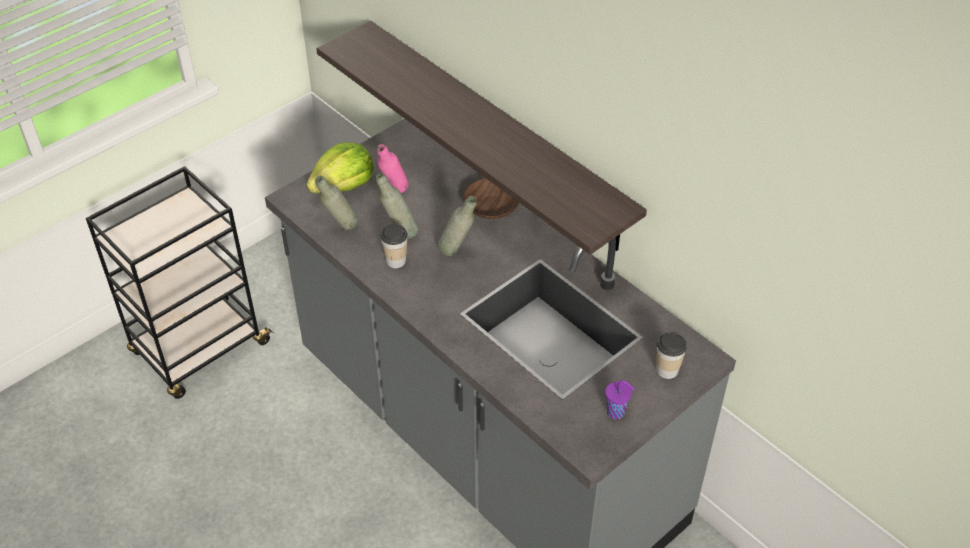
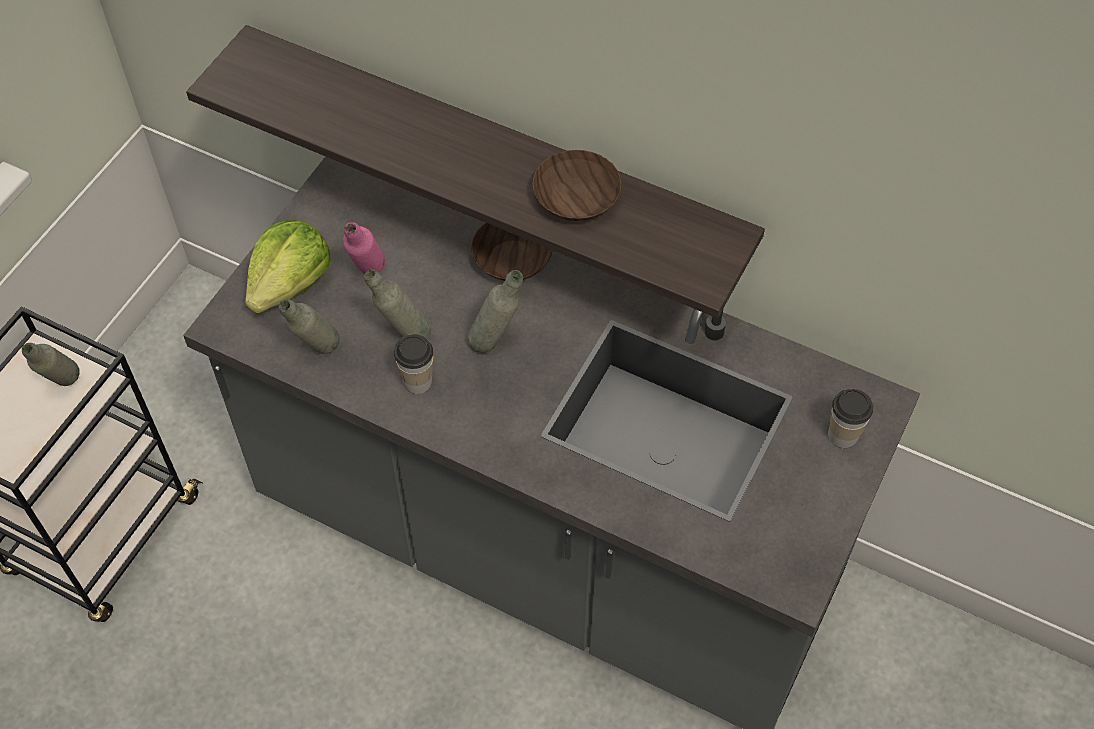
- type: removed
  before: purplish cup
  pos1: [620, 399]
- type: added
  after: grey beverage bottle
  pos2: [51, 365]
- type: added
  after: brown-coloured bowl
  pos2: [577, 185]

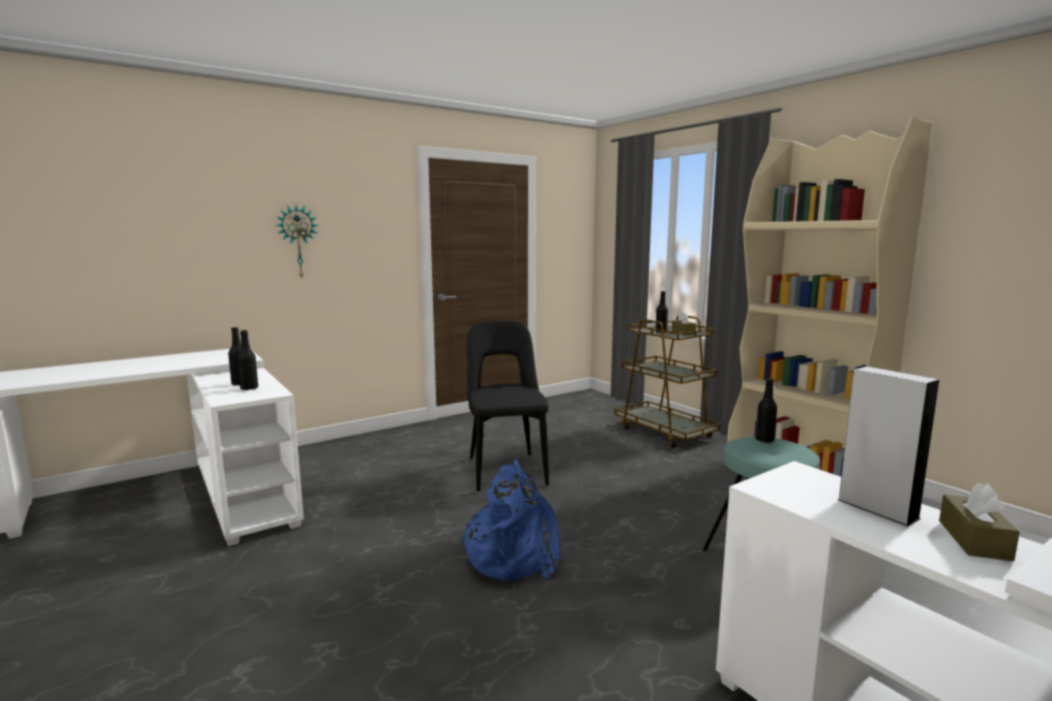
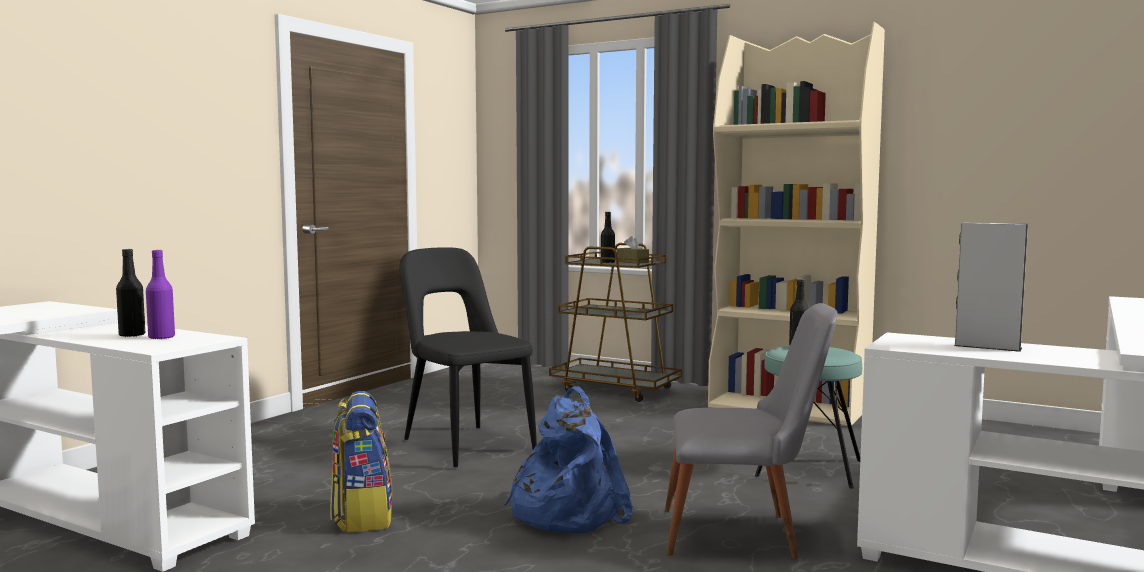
- type: removed
  before: wall clock
  pos1: [298, 241]
- type: removed
  before: brown-coloured tissue box
  pos1: [979, 522]
- type: added
  after: rucksack
  pos2: [361, 462]
- type: added
  after: grey chair
  pos2: [751, 431]
- type: recoloured
  before: black beverage bottle
  after: purplish beverage bottle
  pos1: [247, 360]
  pos2: [160, 294]

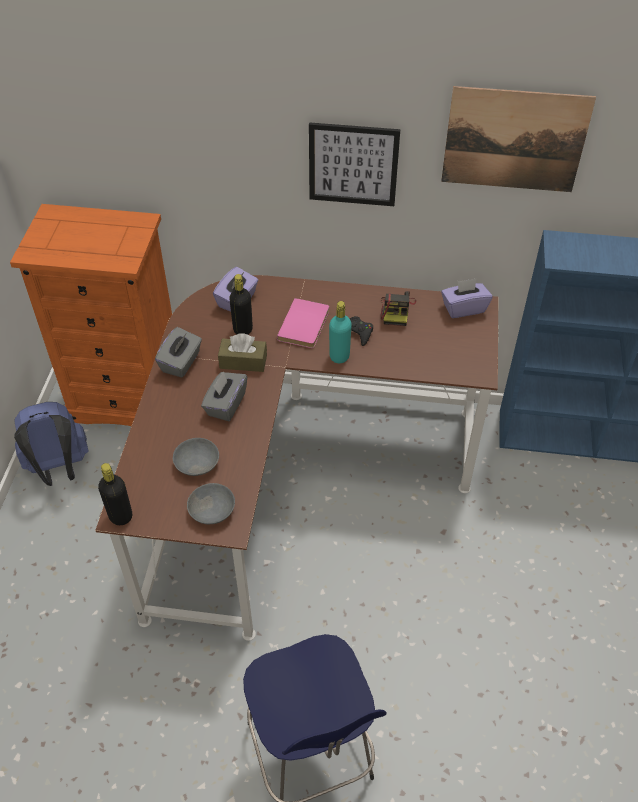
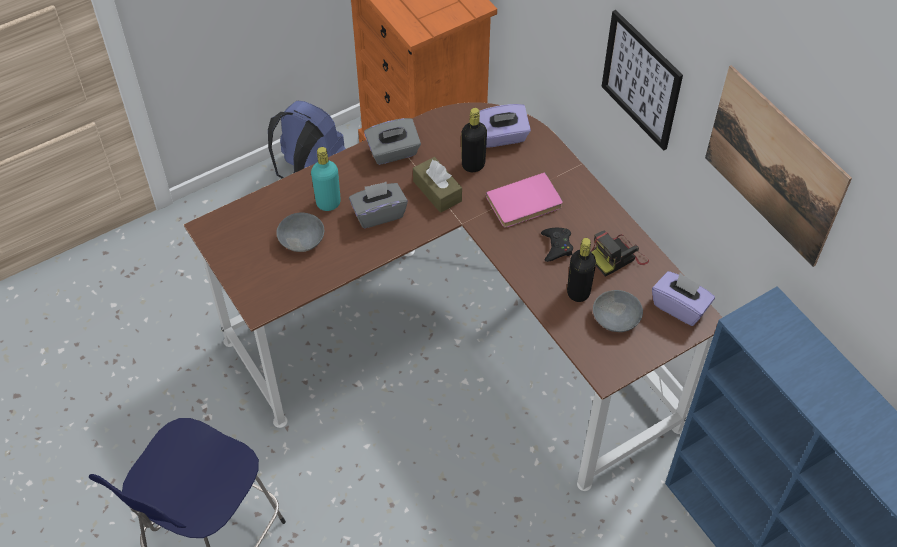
- type: moved
  before: black beverage bottle
  pos1: [115, 494]
  pos2: [581, 270]
- type: moved
  before: grey bowl
  pos1: [211, 503]
  pos2: [618, 311]
- type: moved
  before: turquoise beverage bottle
  pos1: [340, 332]
  pos2: [326, 179]

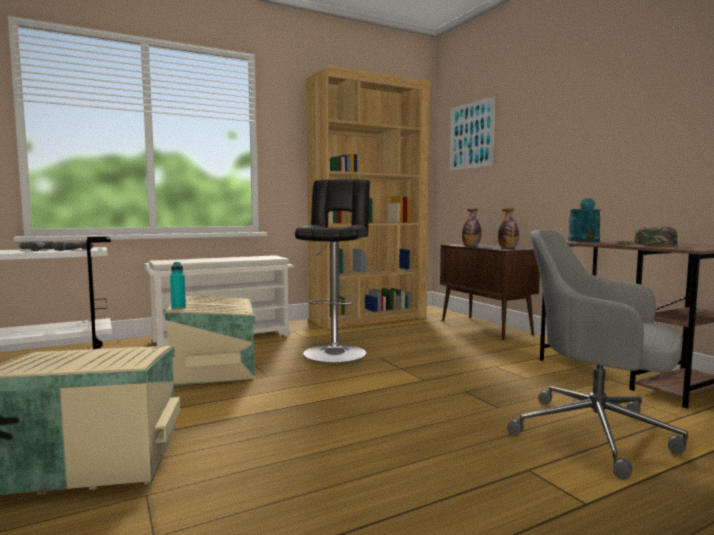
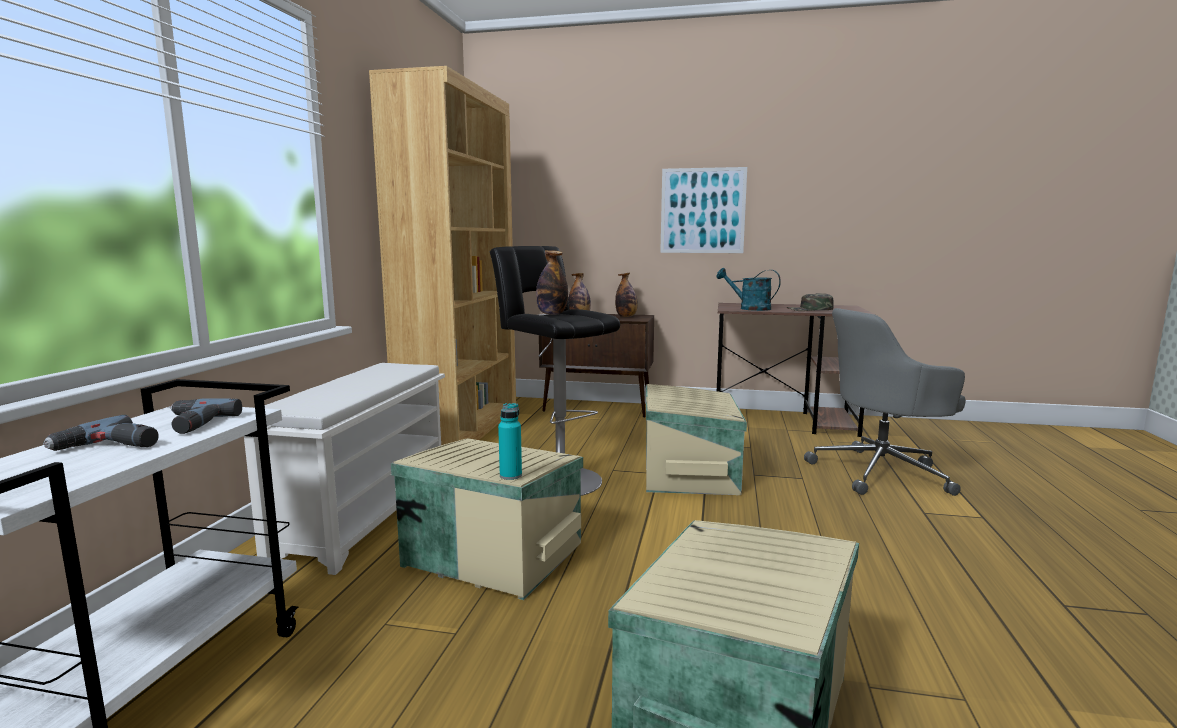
- type: added
  after: beverage bottle
  pos2: [552, 282]
- type: added
  after: beige storage container
  pos2: [696, 439]
- type: moved
  before: wall art
  pos1: [472, 133]
  pos2: [703, 210]
- type: turned
  before: turquoise watering pot
  pos1: [584, 220]
  pos2: [748, 289]
  turn: 150

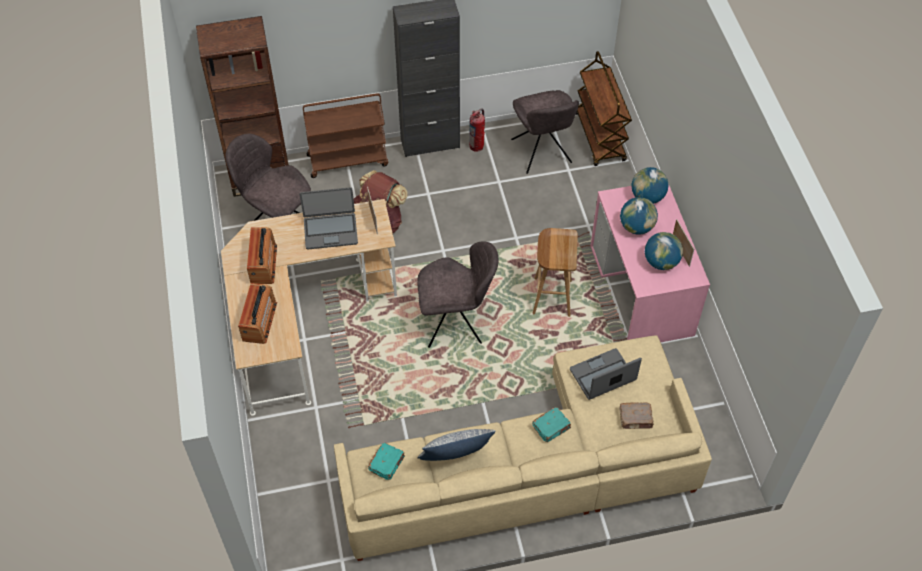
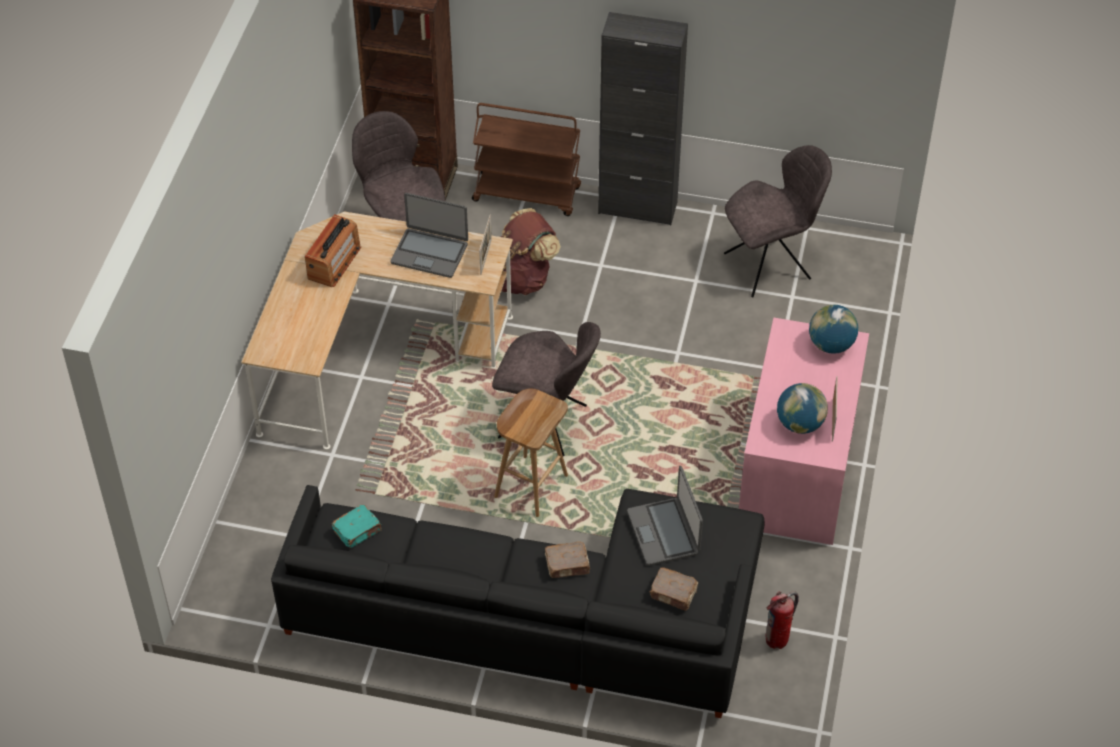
- type: removed
  before: radio
  pos1: [257, 313]
- type: removed
  before: pillow
  pos1: [456, 445]
- type: removed
  before: brown-coloured cart
  pos1: [603, 108]
- type: removed
  before: desk globe
  pos1: [639, 216]
- type: moved
  before: fire-fighting cylinder
  pos1: [477, 130]
  pos2: [782, 620]
- type: moved
  before: brown-coloured stool seat
  pos1: [555, 272]
  pos2: [531, 453]
- type: recoloured
  before: beige settee
  after: black settee
  pos1: [523, 448]
  pos2: [518, 601]
- type: recoloured
  before: turquoise volume
  after: brown-coloured volume
  pos1: [551, 424]
  pos2: [568, 559]
- type: turned
  before: grey chair
  pos1: [545, 132]
  pos2: [778, 221]
  turn: -120
- type: turned
  before: portable computer
  pos1: [606, 374]
  pos2: [665, 516]
  turn: -105

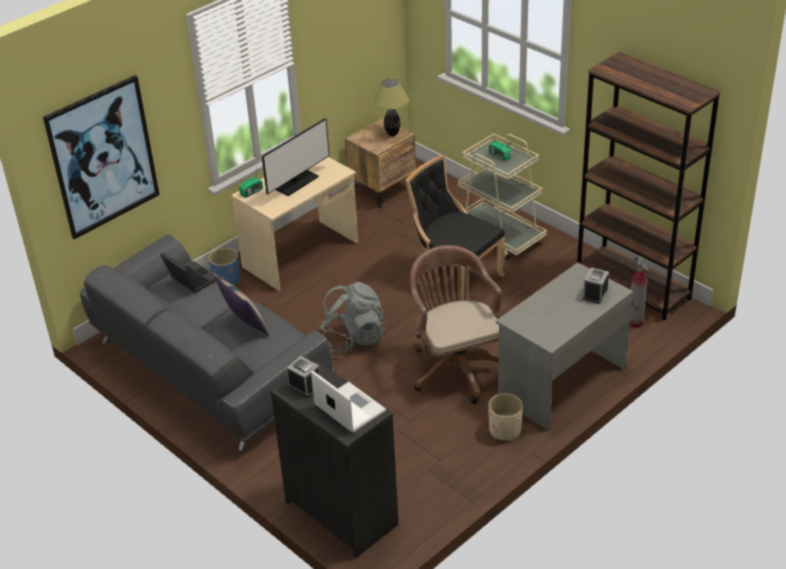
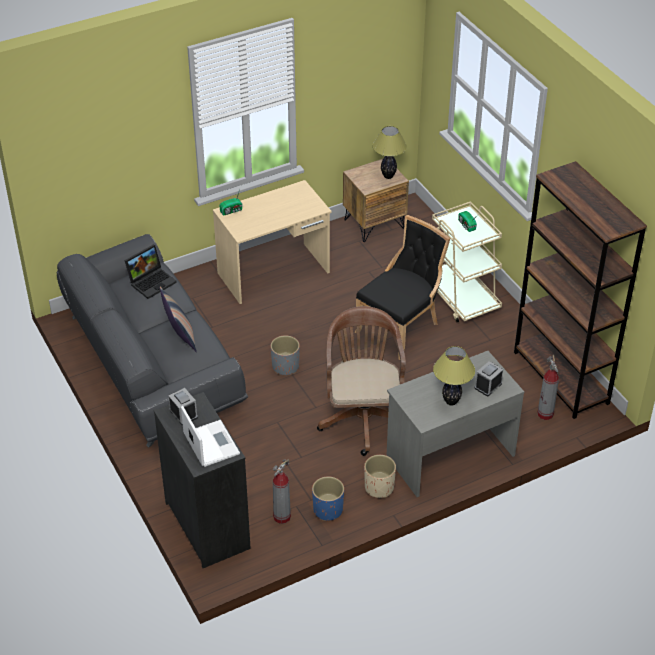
- type: removed
  before: wall art
  pos1: [101, 157]
- type: removed
  before: computer screen
  pos1: [296, 157]
- type: added
  after: fire-fighting cylinder
  pos2: [282, 491]
- type: added
  after: tabletop lamp
  pos2: [454, 376]
- type: moved
  before: blue planter
  pos1: [224, 267]
  pos2: [328, 498]
- type: replaced
  before: grey rucksack
  after: grey planter
  pos1: [352, 317]
  pos2: [285, 355]
- type: turned
  before: portable computer
  pos1: [188, 272]
  pos2: [150, 272]
  turn: 75
- type: turned
  before: black chair
  pos1: [455, 228]
  pos2: [402, 287]
  turn: 75

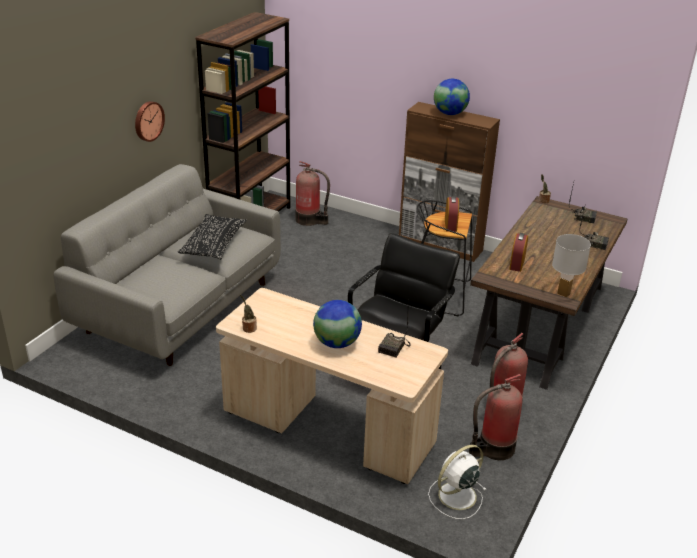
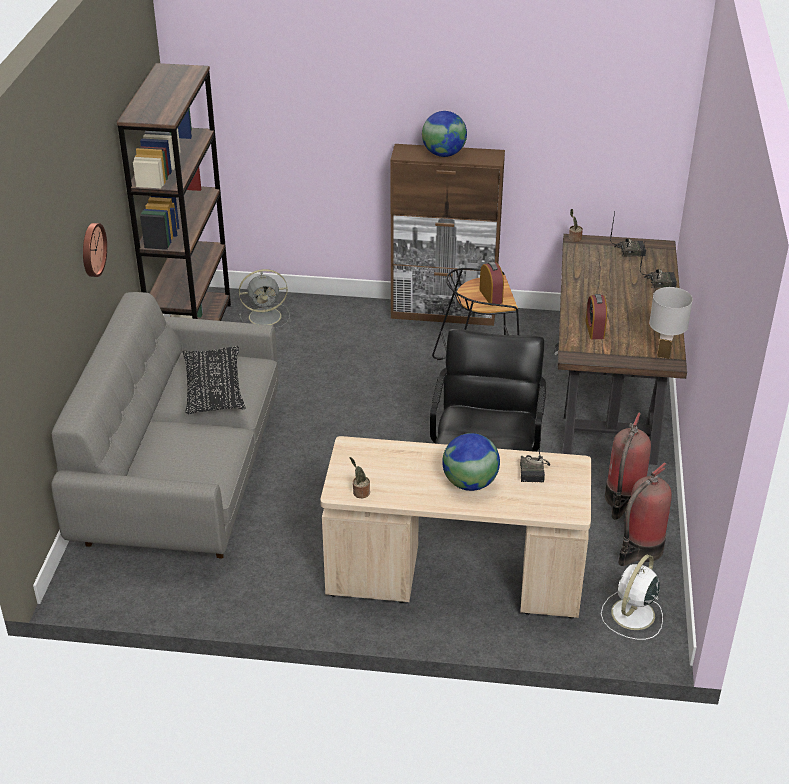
- type: replaced
  before: fire-fighting cylinder
  after: grey electric fan
  pos1: [312, 193]
  pos2: [264, 298]

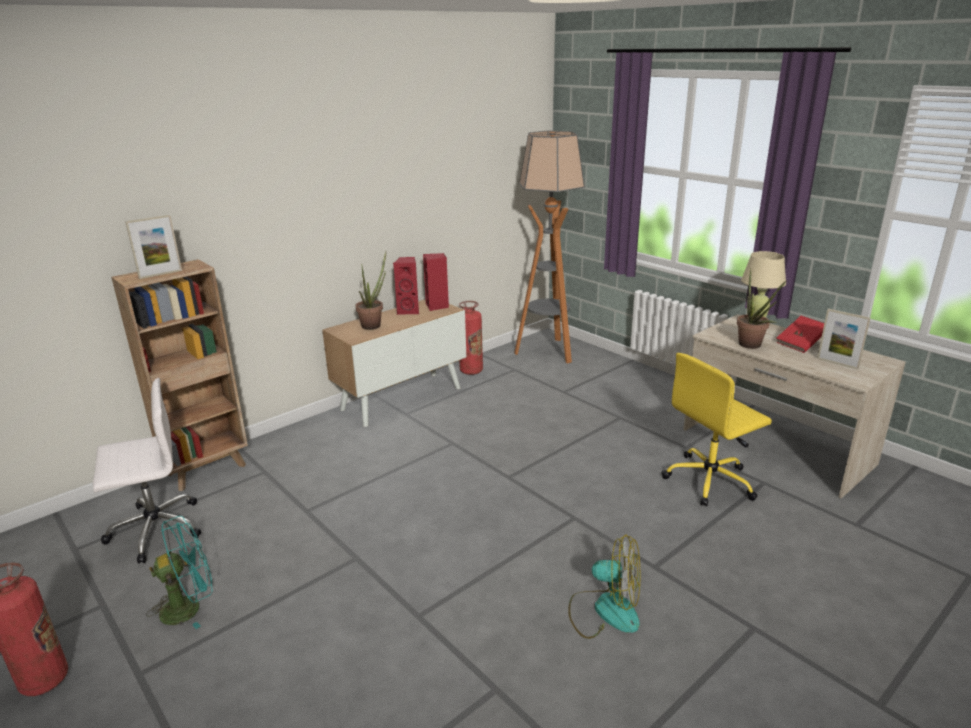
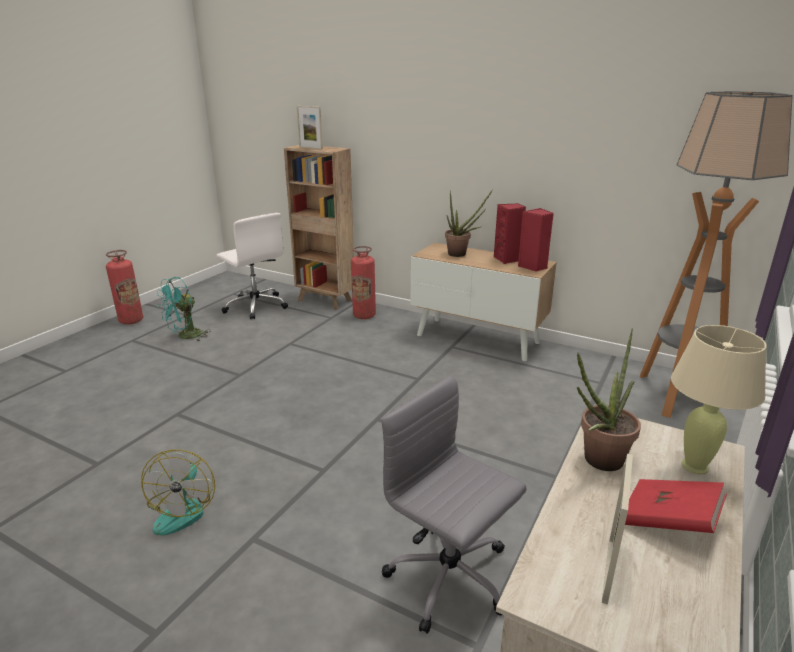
- type: moved
  before: fire-fighting cylinder
  pos1: [471, 338]
  pos2: [363, 282]
- type: recoloured
  before: yellowish computer chair
  after: grey computer chair
  pos1: [716, 430]
  pos2: [453, 505]
- type: turned
  before: turquoise electric fan
  pos1: [179, 572]
  pos2: [184, 309]
  turn: 90

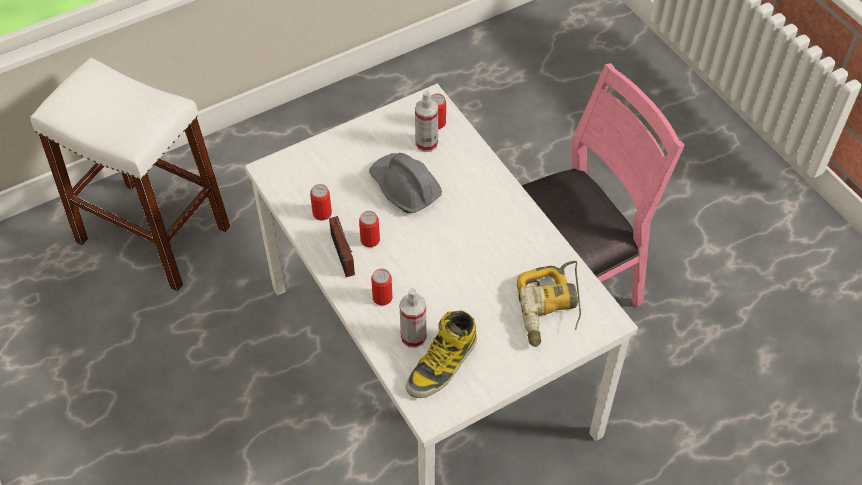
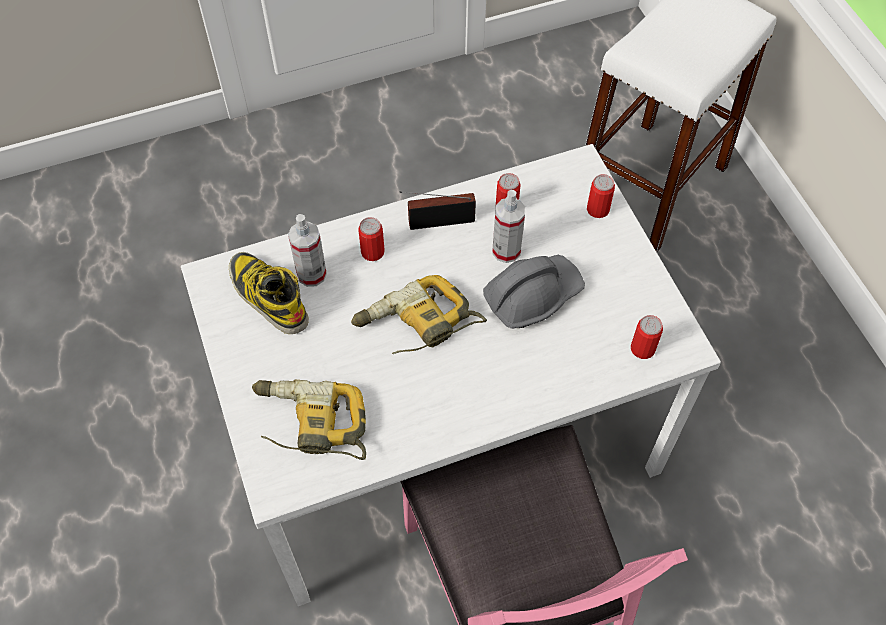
- type: added
  after: drill
  pos2: [419, 314]
- type: moved
  before: sealed can
  pos1: [369, 229]
  pos2: [601, 196]
- type: moved
  before: spray bottle
  pos1: [426, 121]
  pos2: [508, 226]

